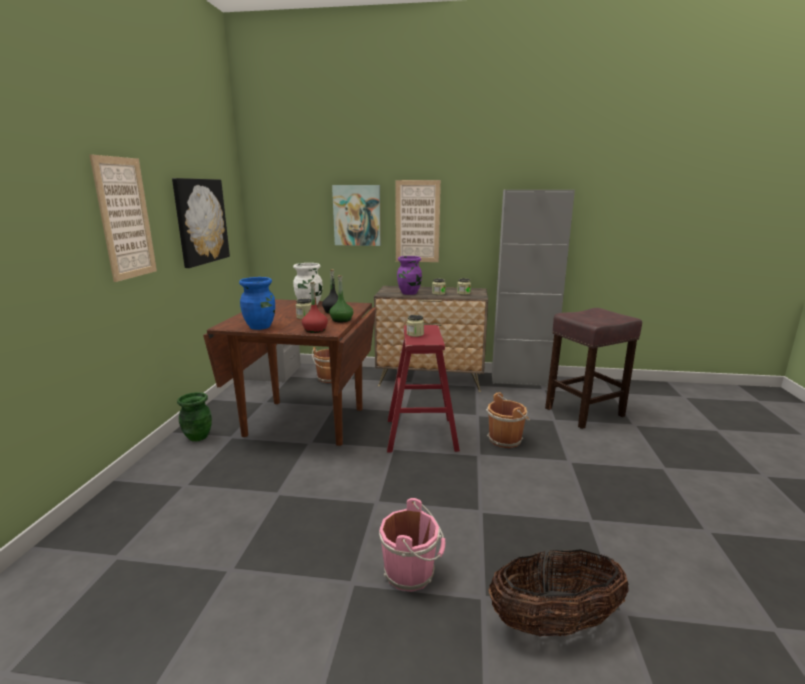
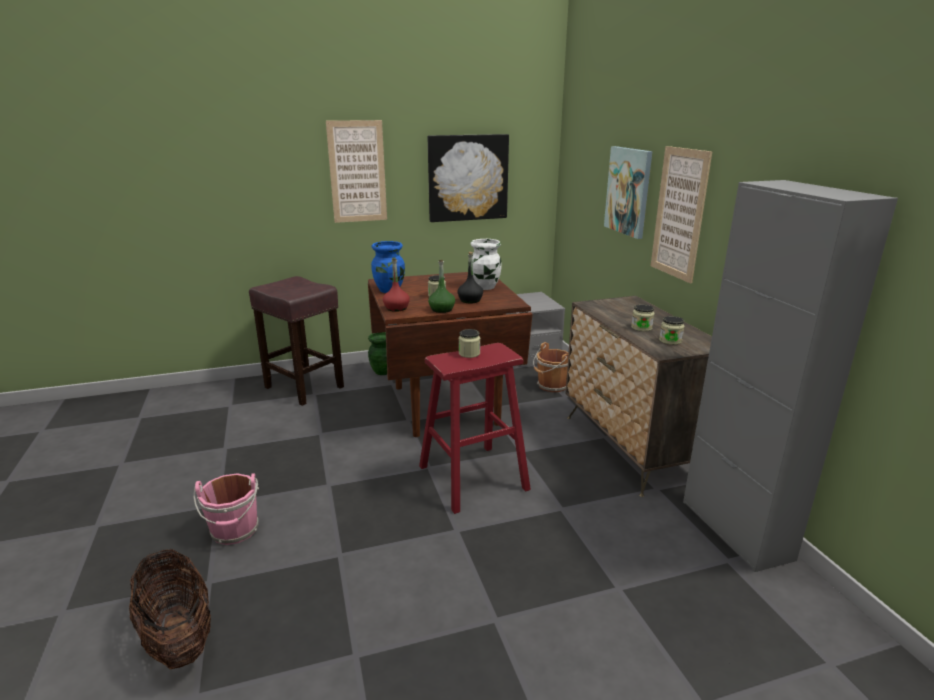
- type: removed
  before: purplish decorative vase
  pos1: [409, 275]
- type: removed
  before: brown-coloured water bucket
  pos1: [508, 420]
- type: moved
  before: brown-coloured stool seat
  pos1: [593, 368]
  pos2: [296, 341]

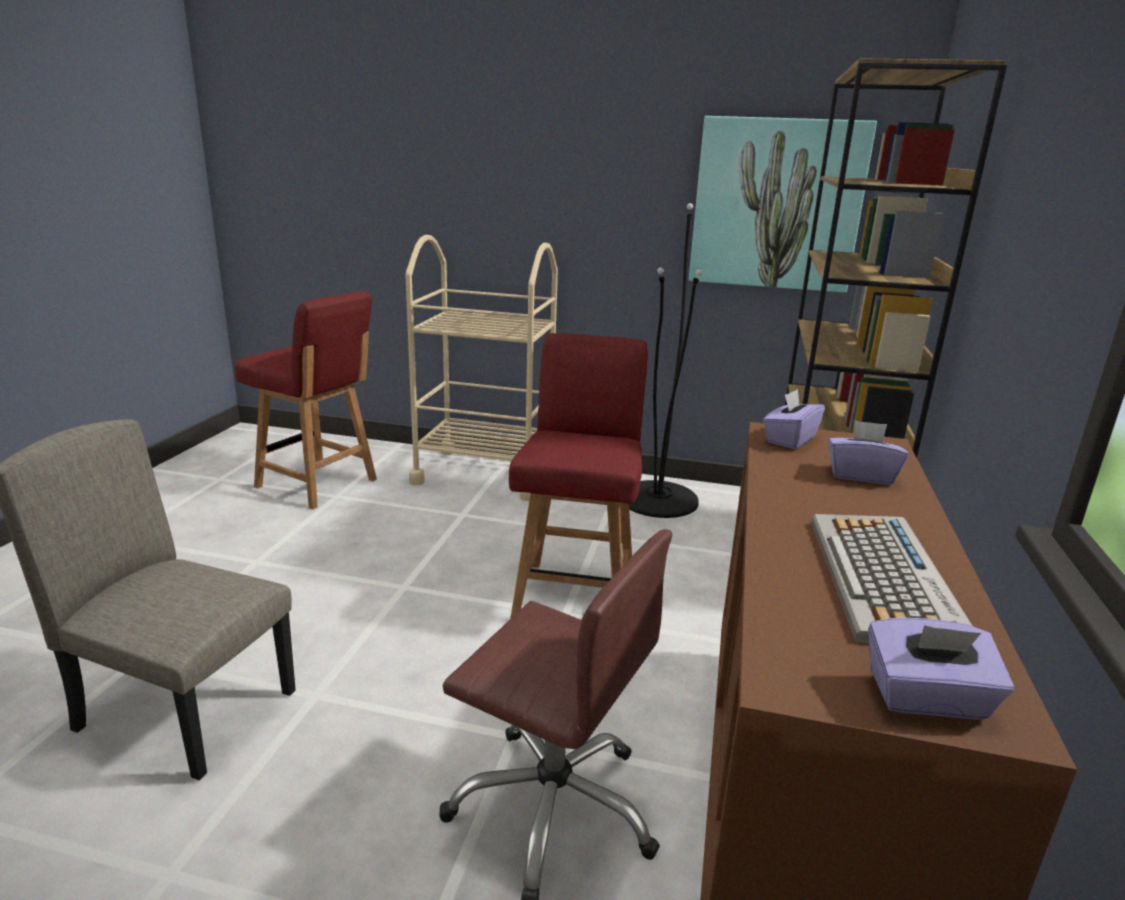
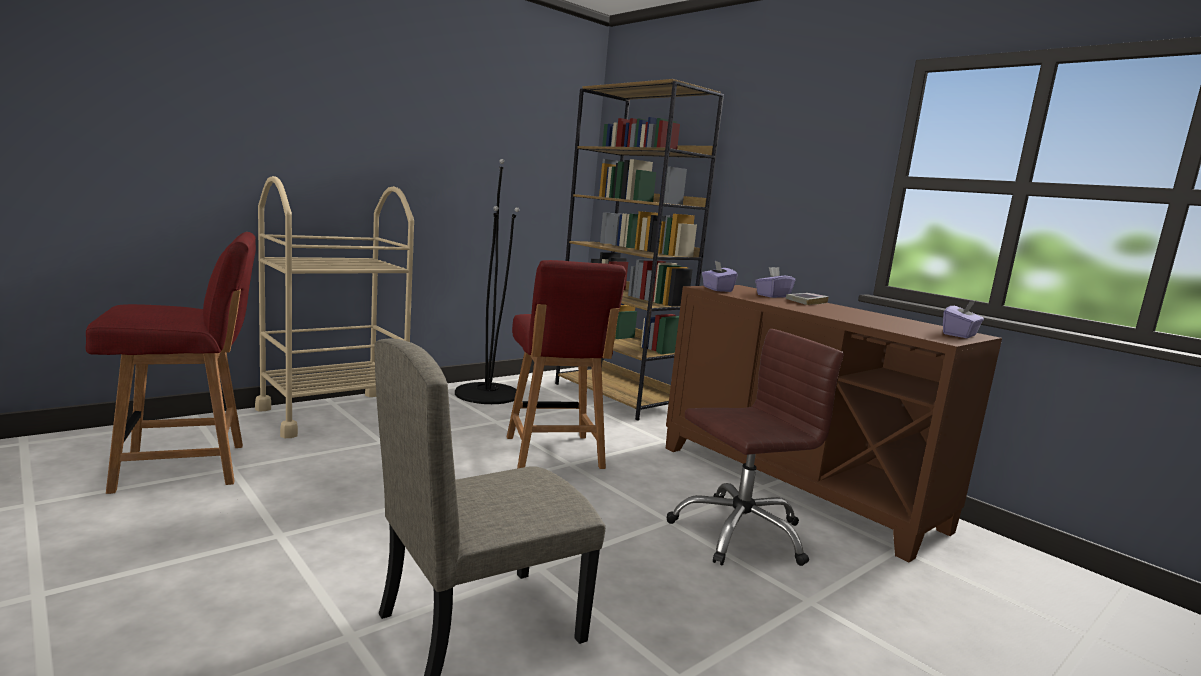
- type: removed
  before: wall art
  pos1: [783, 204]
- type: removed
  before: keyboard
  pos1: [891, 578]
- type: added
  after: volume
  pos2: [807, 299]
- type: turned
  before: reddish chair
  pos1: [578, 476]
  pos2: [566, 364]
  turn: -150

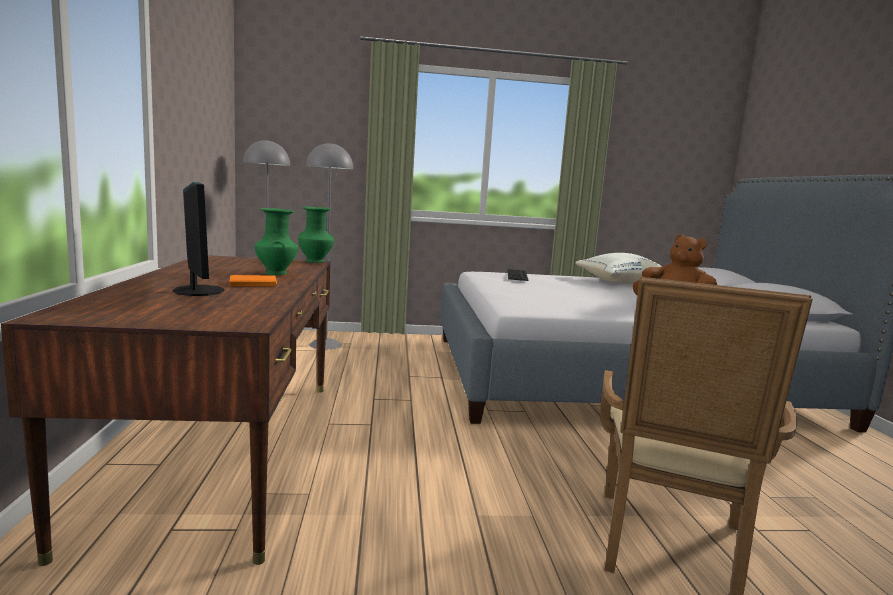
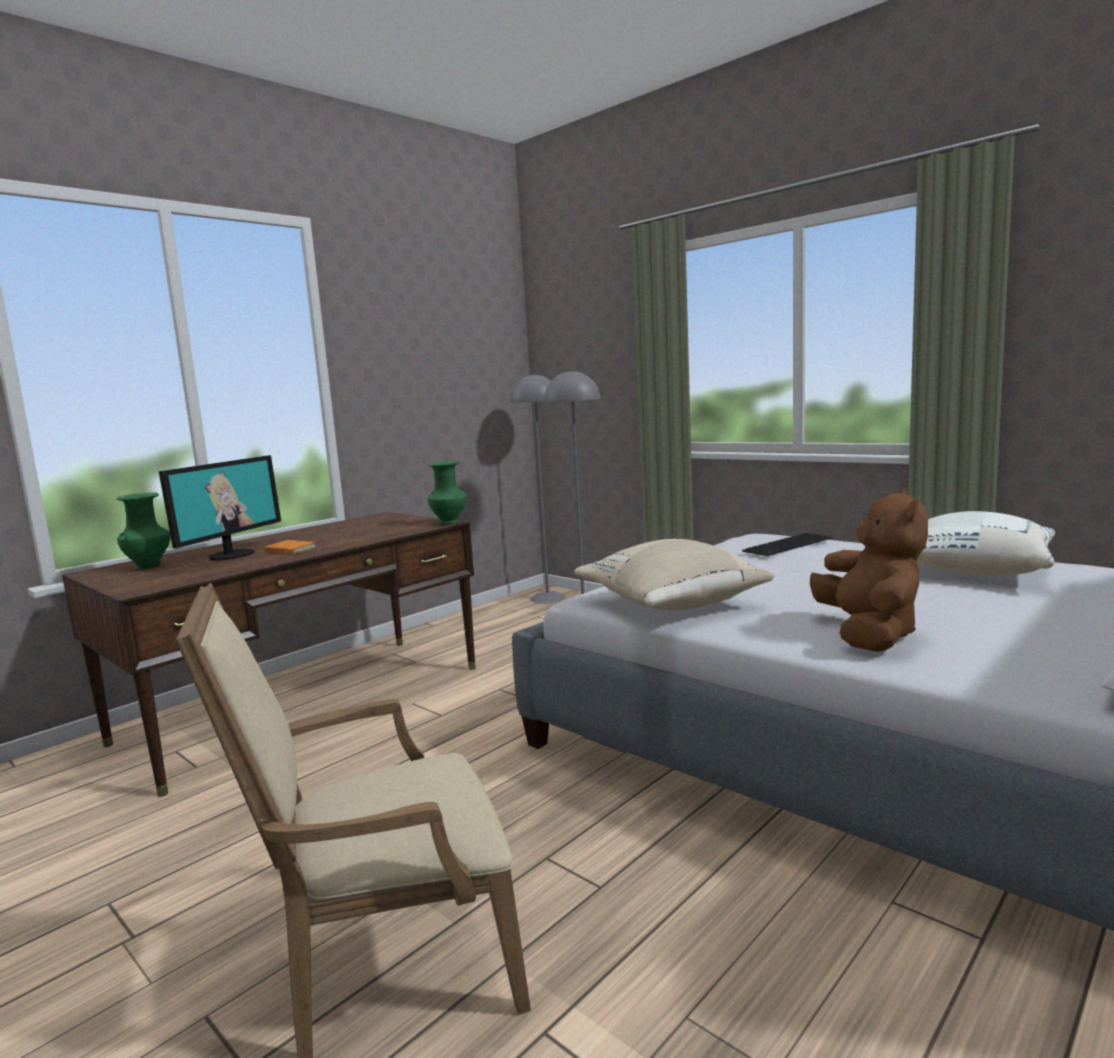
- type: added
  after: beige pillow
  pos2: [674, 574]
- type: moved
  before: green-coloured decorative vase
  pos1: [276, 241]
  pos2: [143, 531]

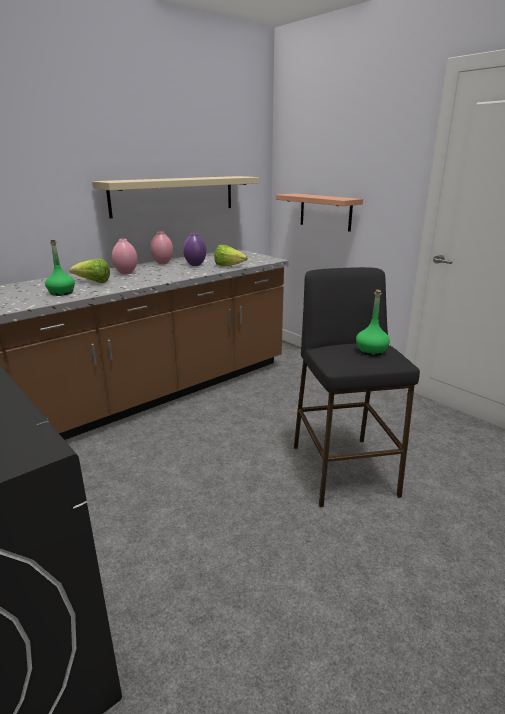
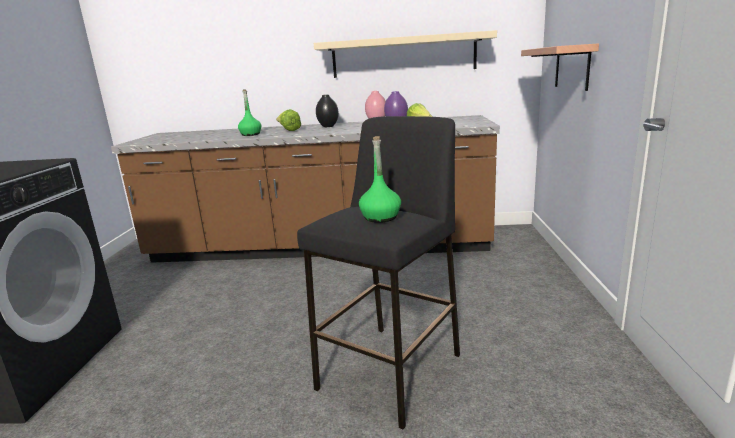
- type: recoloured
  before: pink decorative vase
  after: black decorative vase
  pos1: [124, 256]
  pos2: [327, 111]

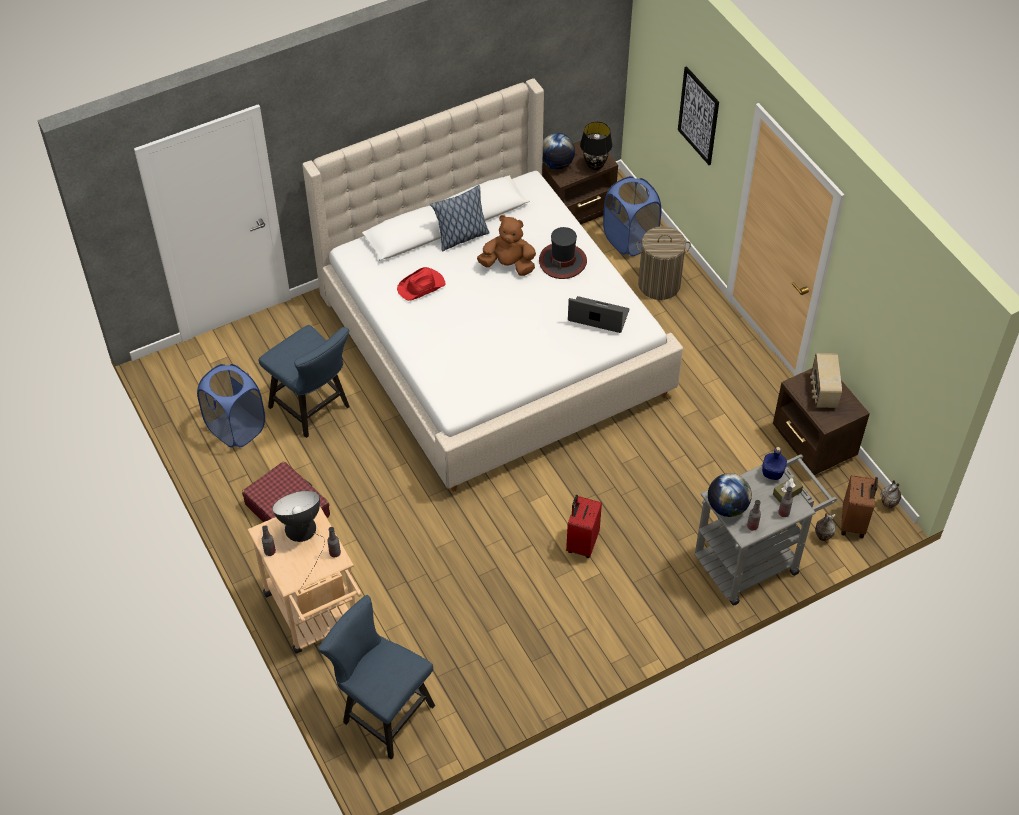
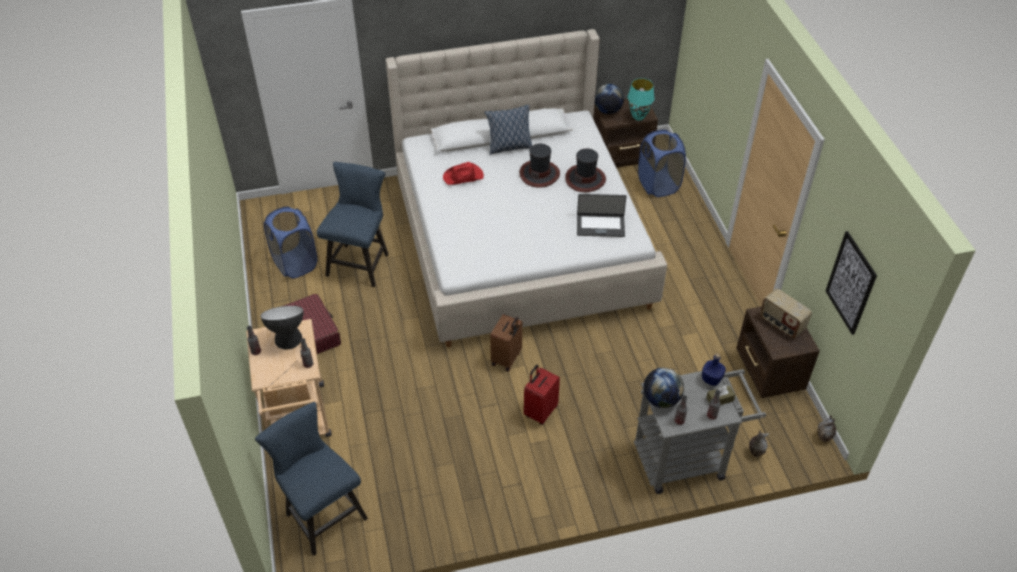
- type: removed
  before: laundry basket
  pos1: [663, 263]
- type: moved
  before: wall art
  pos1: [698, 115]
  pos2: [851, 283]
- type: moved
  before: brown-coloured travel case
  pos1: [859, 506]
  pos2: [506, 342]
- type: replaced
  before: brown-coloured soft toy
  after: wearable hat
  pos1: [506, 245]
  pos2: [539, 166]
- type: recoloured
  before: black tabletop lamp
  after: turquoise tabletop lamp
  pos1: [596, 146]
  pos2: [641, 99]
- type: turned
  before: blue chair
  pos1: [304, 381]
  pos2: [353, 224]
  turn: -135
- type: turned
  before: portable computer
  pos1: [598, 314]
  pos2: [601, 215]
  turn: 150
- type: turned
  before: radio
  pos1: [826, 380]
  pos2: [786, 313]
  turn: -60

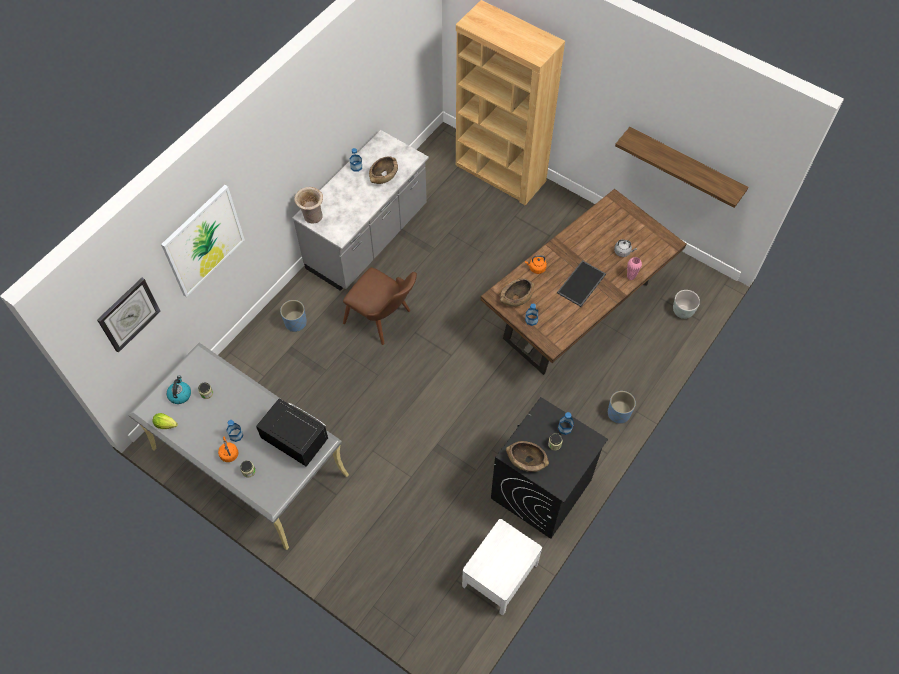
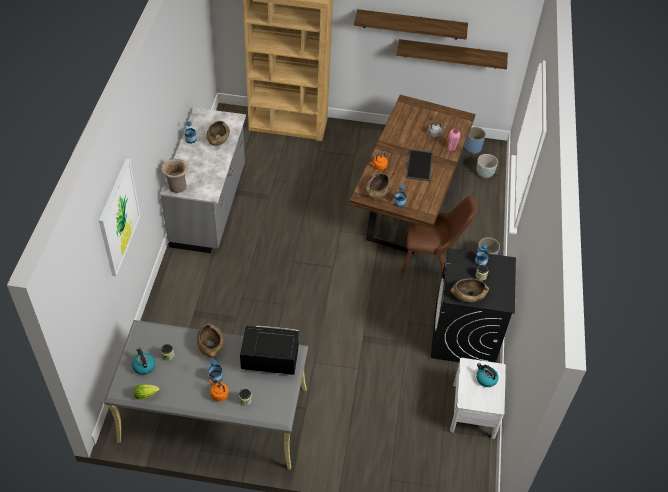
- type: removed
  before: wall clock
  pos1: [129, 315]
- type: added
  after: brown-coloured bowl
  pos2: [210, 340]
- type: added
  after: shelf
  pos2: [411, 24]
- type: added
  after: kettle
  pos2: [487, 375]
- type: moved
  before: blue planter
  pos1: [293, 316]
  pos2: [475, 140]
- type: moved
  before: brown-coloured chair
  pos1: [380, 306]
  pos2: [439, 235]

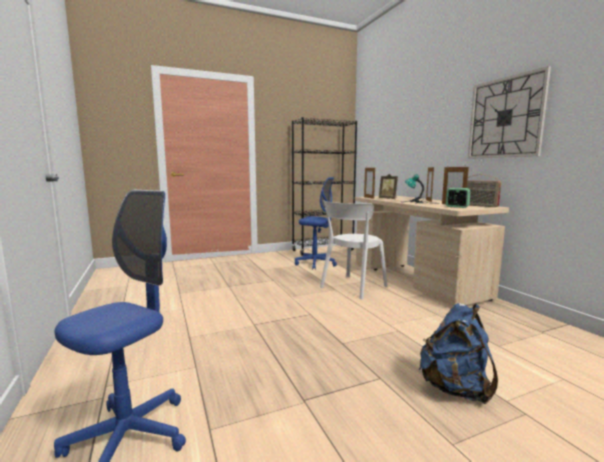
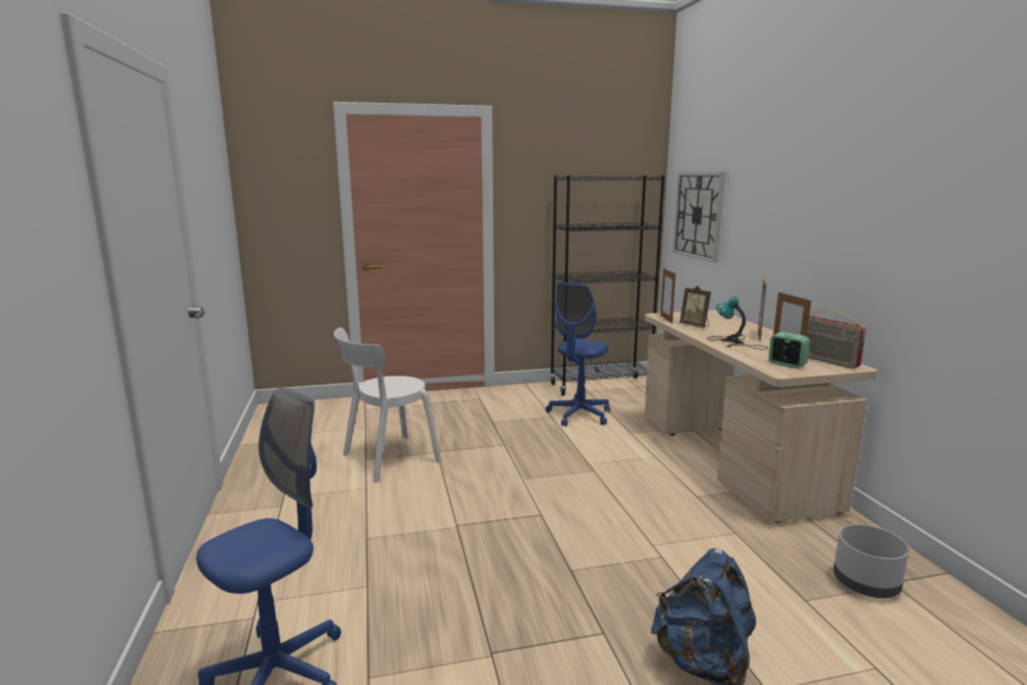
- type: added
  after: grey planter
  pos2: [871, 561]
- type: moved
  before: white chair
  pos1: [354, 250]
  pos2: [387, 405]
- type: moved
  before: wall clock
  pos1: [509, 112]
  pos2: [699, 217]
- type: turned
  before: blue computer chair
  pos1: [316, 223]
  pos2: [578, 354]
  turn: 90

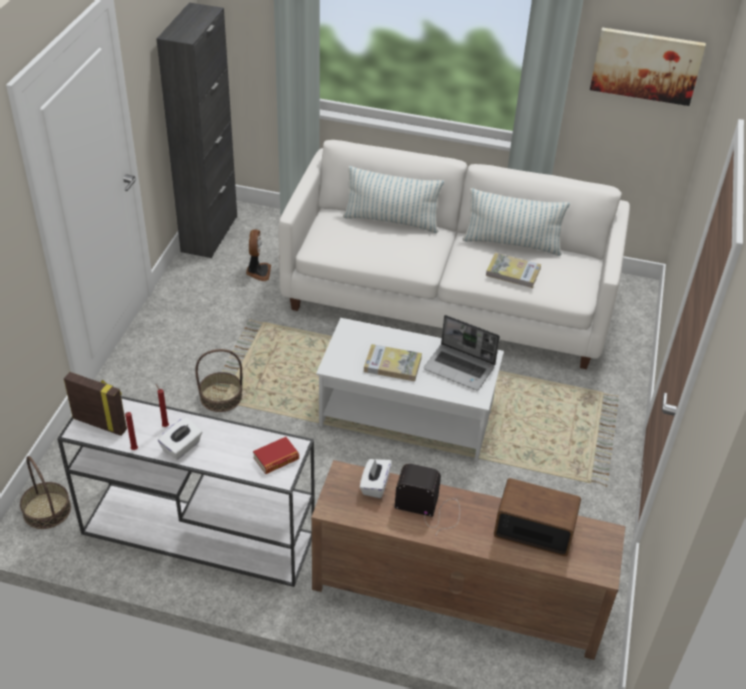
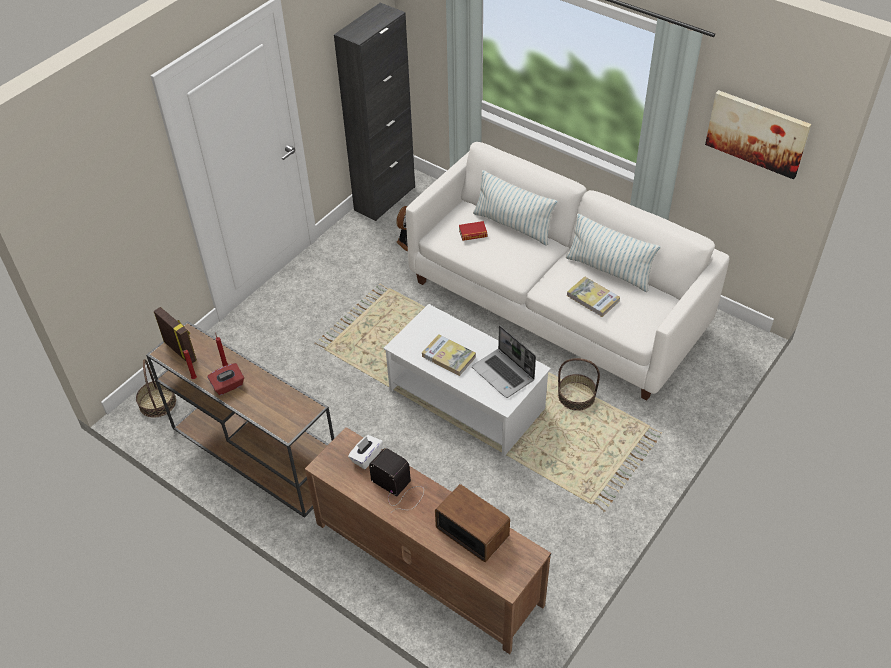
- type: moved
  before: household basket
  pos1: [218, 380]
  pos2: [579, 384]
- type: moved
  before: volume
  pos1: [276, 455]
  pos2: [473, 231]
- type: recoloured
  before: white hall table
  after: brown-coloured hall table
  pos1: [186, 491]
  pos2: [240, 419]
- type: recoloured
  before: white tissue box
  after: reddish tissue box
  pos1: [180, 438]
  pos2: [225, 379]

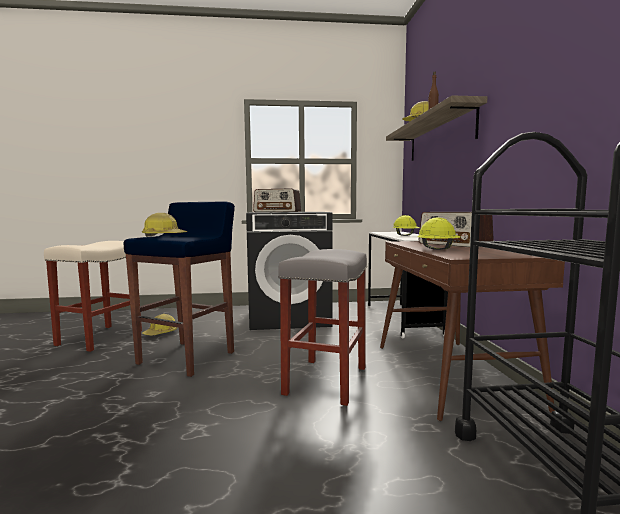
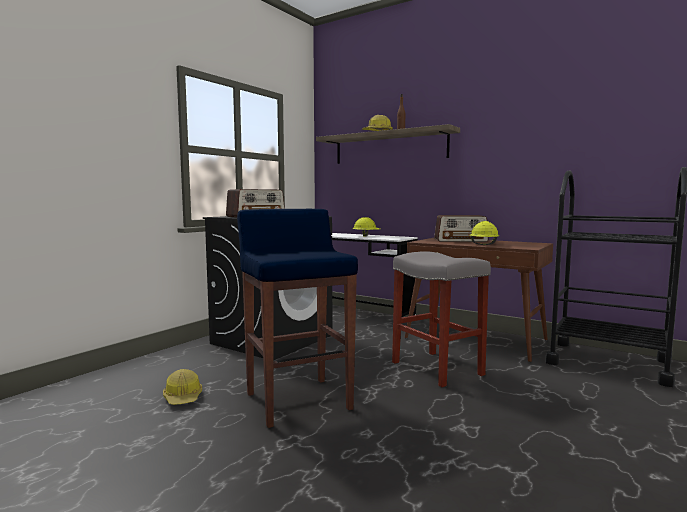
- type: removed
  before: beige stool seat
  pos1: [93, 296]
- type: removed
  before: safety helmet
  pos1: [165, 225]

